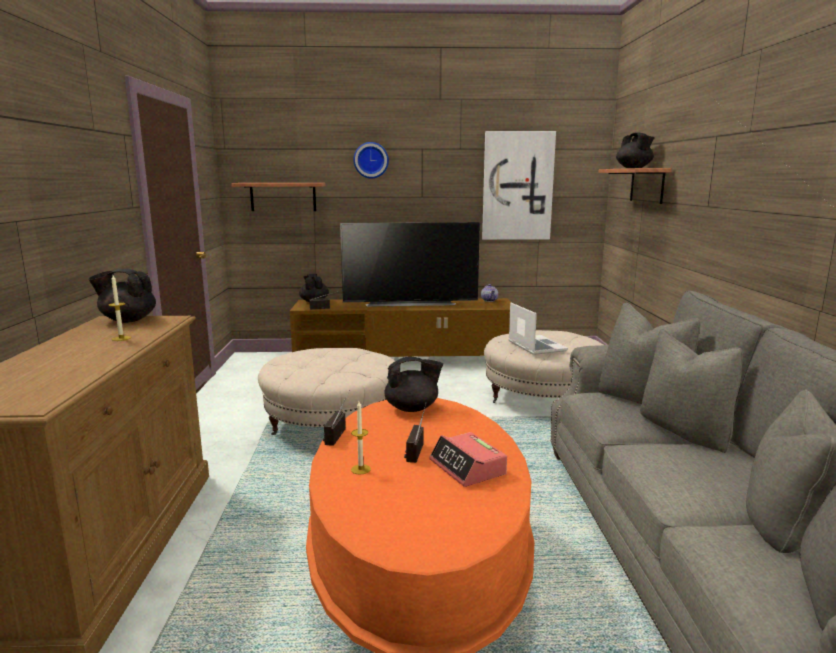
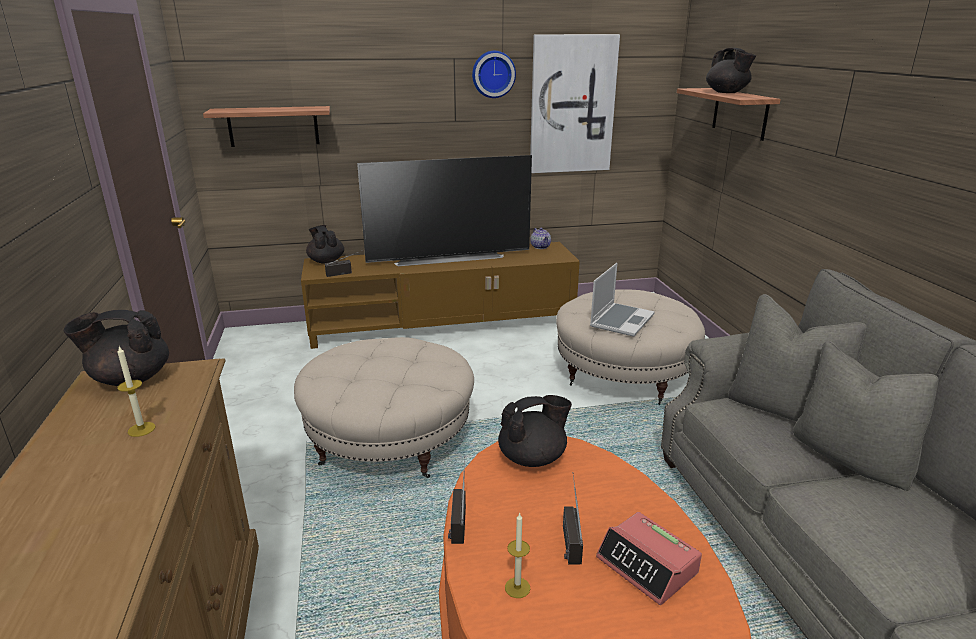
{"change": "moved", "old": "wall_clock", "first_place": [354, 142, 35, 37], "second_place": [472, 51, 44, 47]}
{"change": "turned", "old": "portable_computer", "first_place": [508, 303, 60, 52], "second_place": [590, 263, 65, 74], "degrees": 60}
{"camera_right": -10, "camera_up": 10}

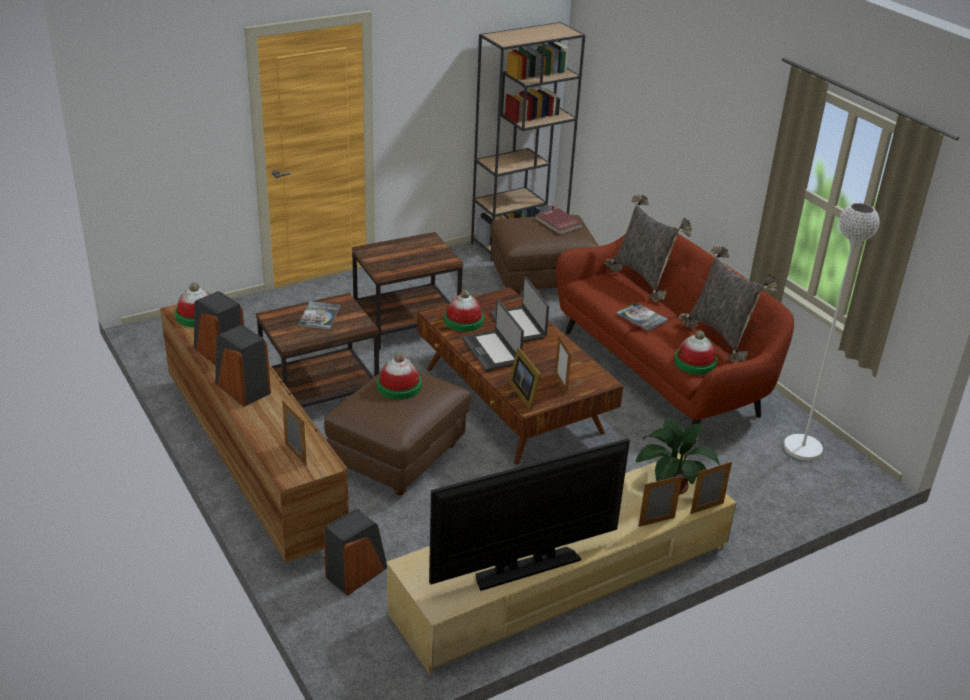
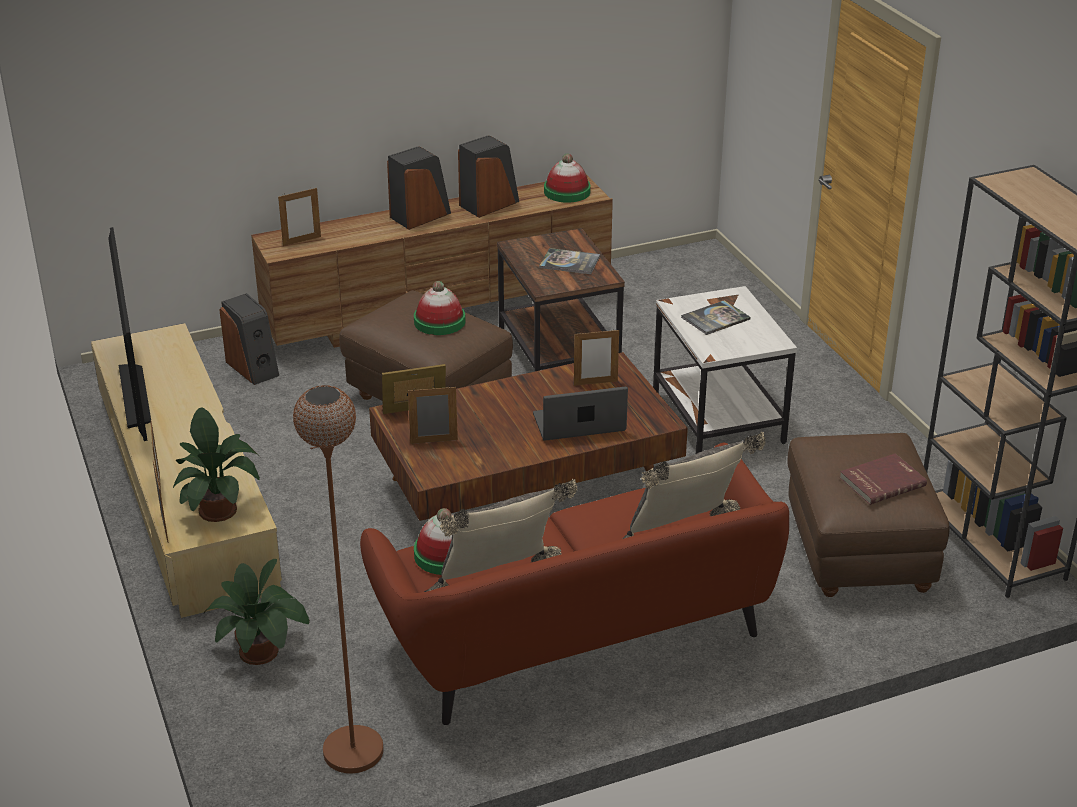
{"change": "recoloured", "old": "brownish_end_table", "new": "white-coloured_end_table", "first_place": [352, 232, 111, 118], "second_place": [653, 286, 144, 168]}
{"change": "replaced", "old": "hat", "new": "photo_frame", "first_place": [444, 290, 40, 42], "second_place": [574, 329, 45, 57]}
{"change": "removed", "old": "portable_computer", "first_place": [462, 300, 62, 71]}
{"change": "moved", "old": "bound_book", "first_place": [616, 303, 52, 28], "second_place": [681, 300, 70, 35]}
{"change": "recoloured", "old": "white-coloured_floor_lamp", "new": "brownish_floor_lamp", "first_place": [784, 203, 95, 258], "second_place": [293, 385, 90, 388]}
{"change": "added", "new": "houseplant", "second_place": [203, 559, 107, 106]}
{"camera_right": 100, "camera_up": 0}

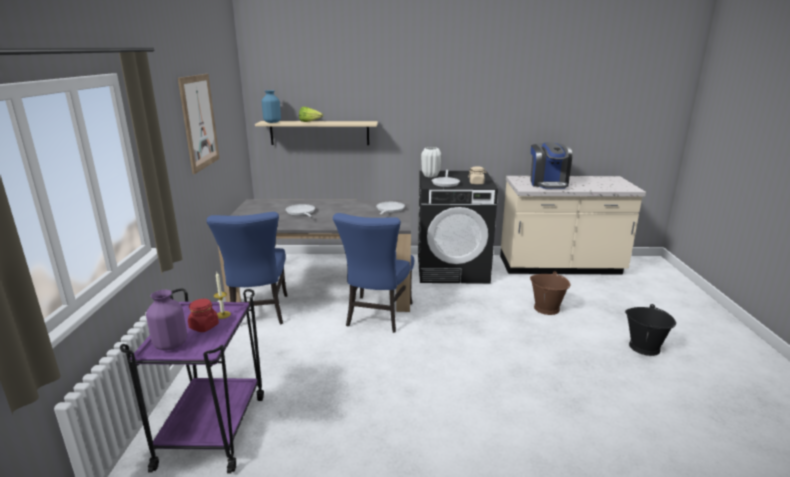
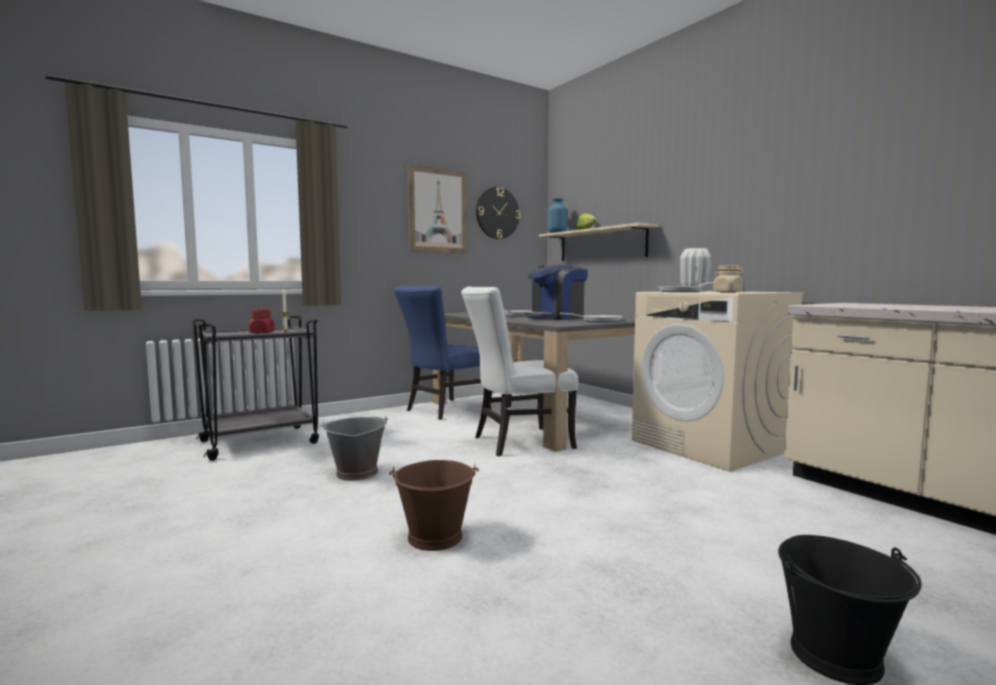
{"change": "recoloured", "old": "purplish_trolley", "new": "gray_trolley", "first_place": [120, 289, 144, 185], "second_place": [192, 316, 127, 145]}
{"change": "removed", "old": "purplish_vase", "first_place": [146, 290, 41, 61]}
{"change": "recoloured", "old": "bluish_chair", "new": "white-coloured_chair", "first_place": [332, 213, 82, 120], "second_place": [461, 286, 117, 170]}
{"change": "recoloured", "old": "blackish_laundry_machine", "new": "sand-coloured_laundry_machine", "first_place": [418, 171, 80, 113], "second_place": [632, 291, 172, 181]}
{"change": "moved", "old": "coffee_machine", "first_place": [530, 142, 42, 47], "second_place": [524, 264, 63, 56]}
{"change": "moved", "old": "brownish_bucket", "first_place": [530, 271, 41, 44], "second_place": [389, 460, 90, 91]}
{"change": "added", "new": "gray_bucket", "second_place": [321, 416, 67, 65]}
{"change": "added", "new": "wall_clock", "second_place": [476, 187, 44, 52]}
{"camera_right": 55, "camera_up": -15}

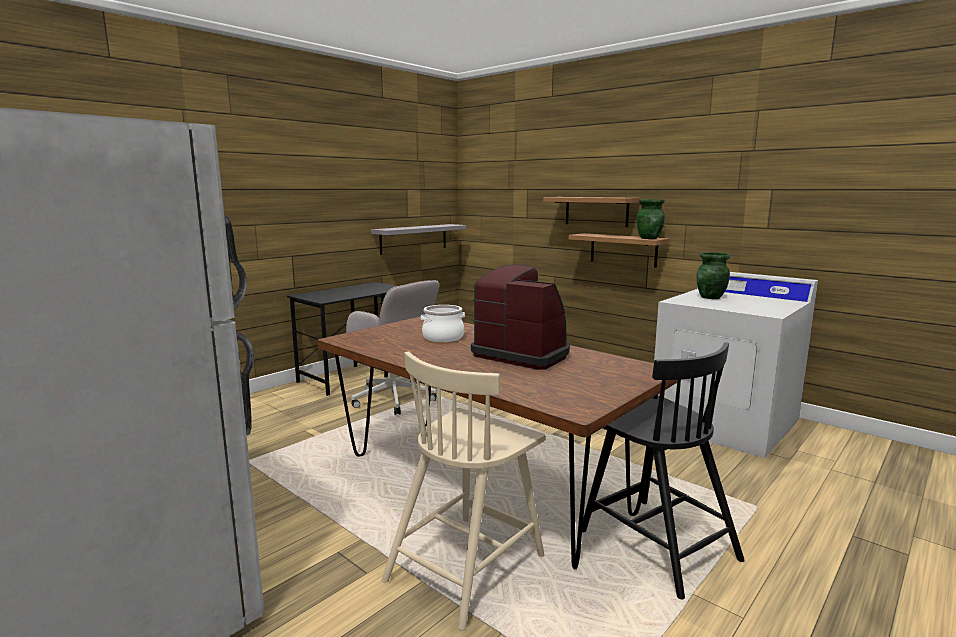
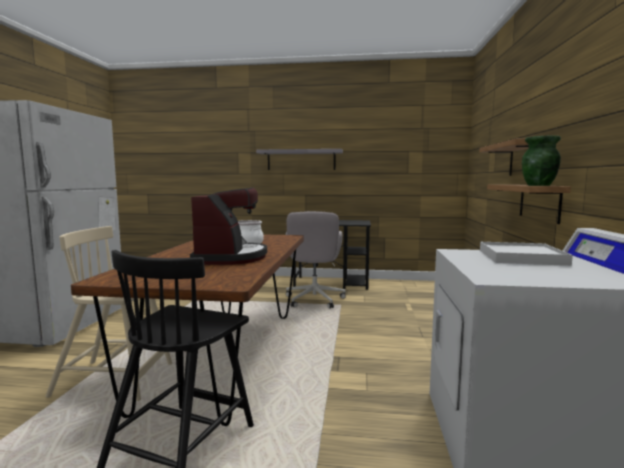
{"change": "moved", "old": "gray_shelf", "first_place": [371, 224, 95, 31], "second_place": [256, 149, 87, 21]}
{"change": "replaced", "old": "greenish_vase", "new": "white-coloured_serving_tray", "first_place": [696, 252, 34, 47], "second_place": [480, 242, 93, 24]}
{"camera_right": 55, "camera_up": -5}

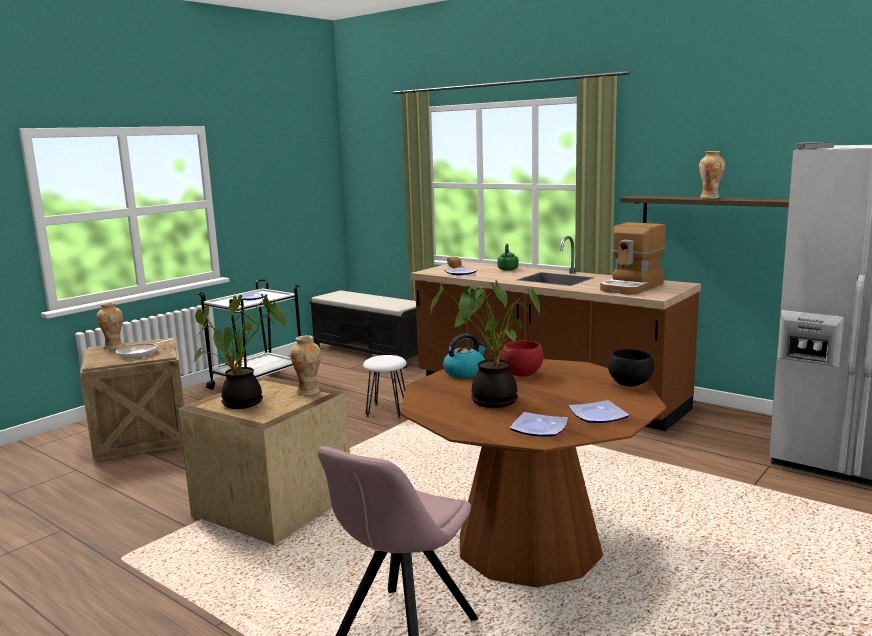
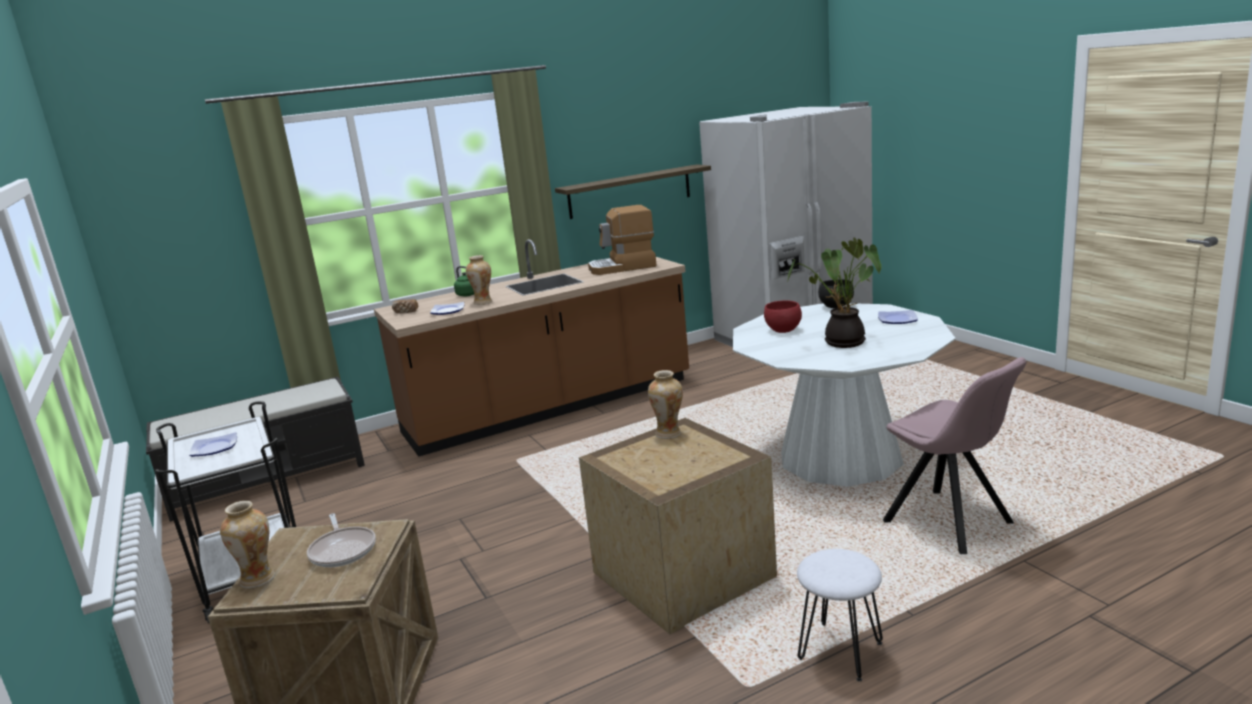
{"change": "removed", "old": "houseplant", "first_place": [194, 294, 93, 115]}
{"change": "moved", "old": "white-coloured_stool_seat", "first_place": [363, 355, 44, 63], "second_place": [797, 549, 86, 133]}
{"change": "recoloured", "old": "brownish_dinner_table", "new": "white-coloured_dinner_table", "first_place": [400, 359, 267, 228], "second_place": [733, 303, 223, 183]}
{"change": "removed", "old": "water_kettle", "first_place": [443, 333, 44, 45]}
{"change": "removed", "old": "flat_dish", "first_place": [510, 412, 58, 25]}
{"change": "turned", "old": "coffee_machine", "first_place": [600, 222, 65, 73], "second_place": [588, 205, 69, 70], "degrees": 105}
{"change": "moved", "old": "vase", "first_place": [699, 151, 26, 48], "second_place": [466, 255, 26, 50]}
{"camera_right": -65, "camera_up": 5}

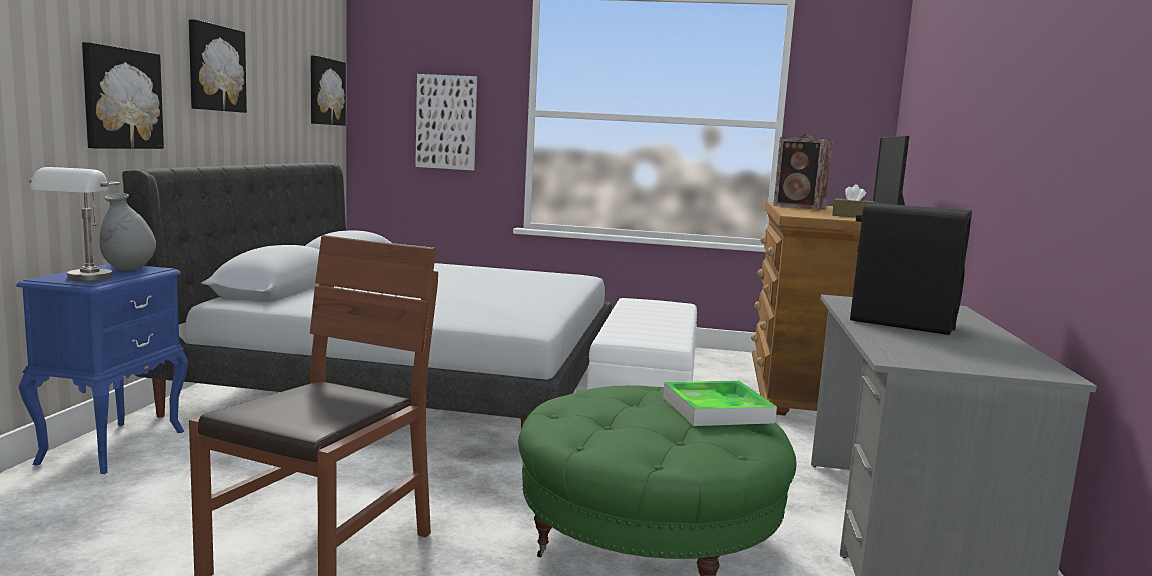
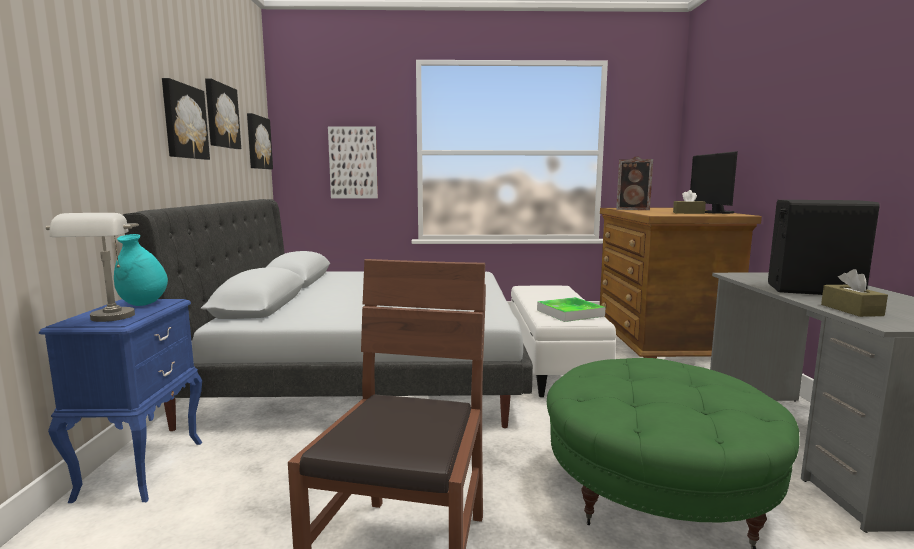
{"change": "moved", "old": "wall_picture", "first_place": [82, 42, 82, 107], "second_place": [205, 78, 36, 71]}
{"change": "recoloured", "old": "gray_vase", "new": "blue-green_vase", "first_place": [100, 193, 56, 77], "second_place": [114, 234, 54, 72]}
{"change": "moved", "old": "serving_tray", "first_place": [663, 381, 114, 45], "second_place": [537, 297, 68, 25]}
{"change": "added", "new": "brownish_tissue_box", "second_place": [821, 269, 67, 48]}
{"camera_right": -10, "camera_up": 0}

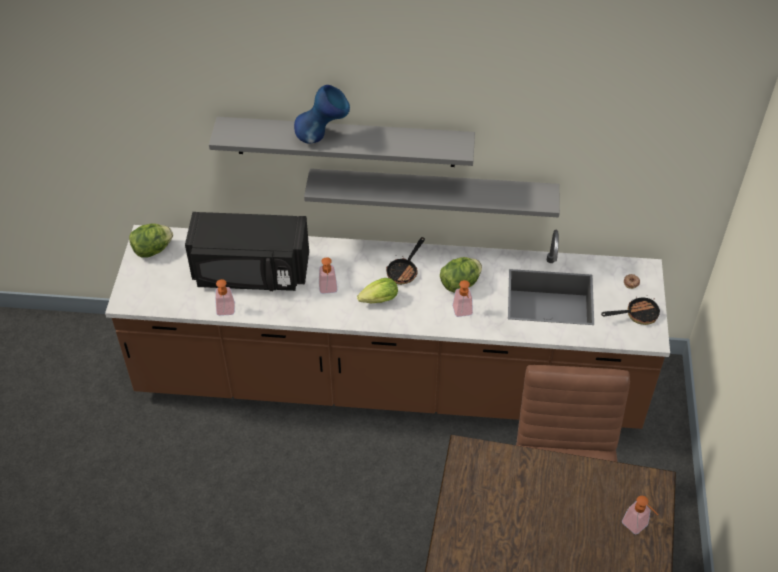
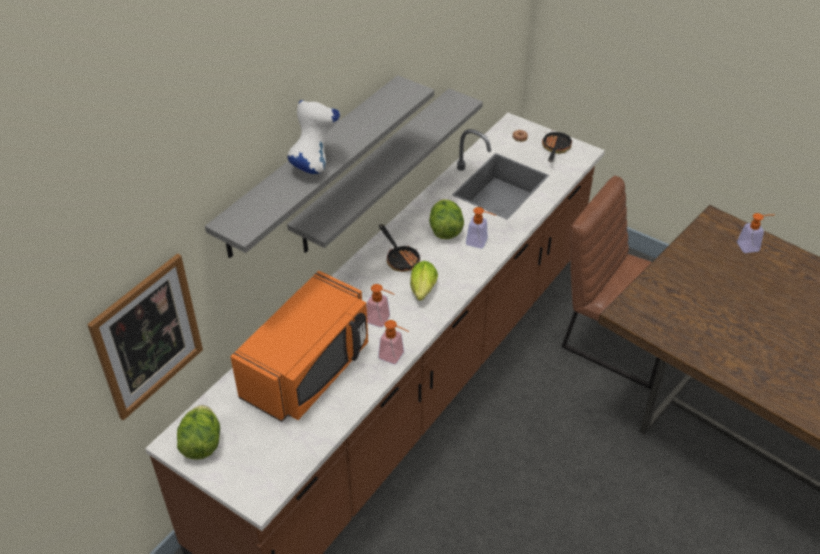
{"change": "recoloured", "old": "blackish_microwave_oven", "new": "orangey_microwave_oven", "first_place": [185, 212, 124, 79], "second_place": [230, 270, 138, 152]}
{"change": "moved", "old": "soap_dispenser", "first_place": [215, 279, 20, 37], "second_place": [378, 320, 31, 44]}
{"change": "recoloured", "old": "bluish_vase", "new": "white-coloured_vase", "first_place": [294, 85, 56, 58], "second_place": [287, 100, 53, 74]}
{"change": "added", "new": "wall_picture", "second_place": [87, 253, 116, 168]}
{"camera_right": -60, "camera_up": -5}

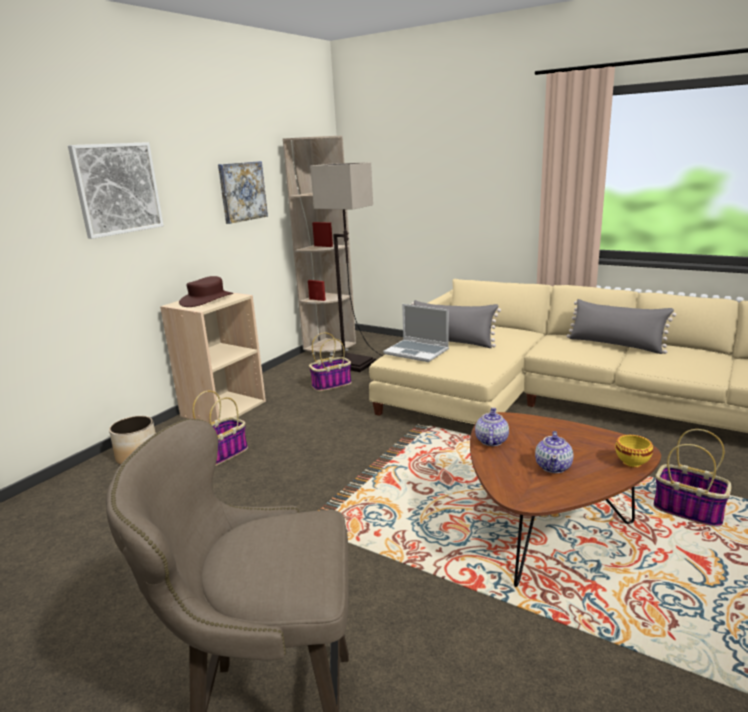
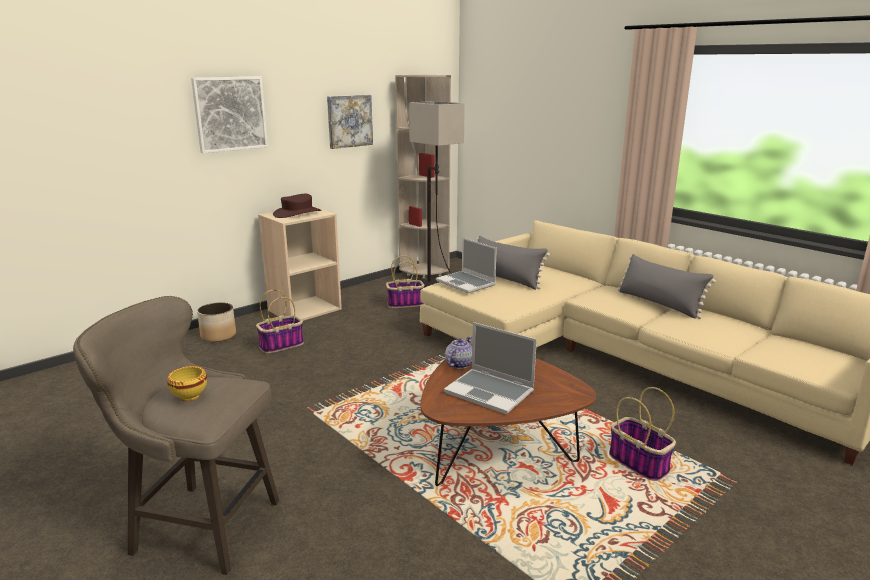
{"change": "replaced", "old": "tea_pot", "new": "portable_computer", "first_place": [535, 431, 38, 42], "second_place": [444, 322, 93, 92]}
{"change": "moved", "old": "yellow-coloured_serving_bowl", "first_place": [615, 435, 38, 33], "second_place": [167, 366, 40, 35]}
{"camera_right": 15, "camera_up": 0}

